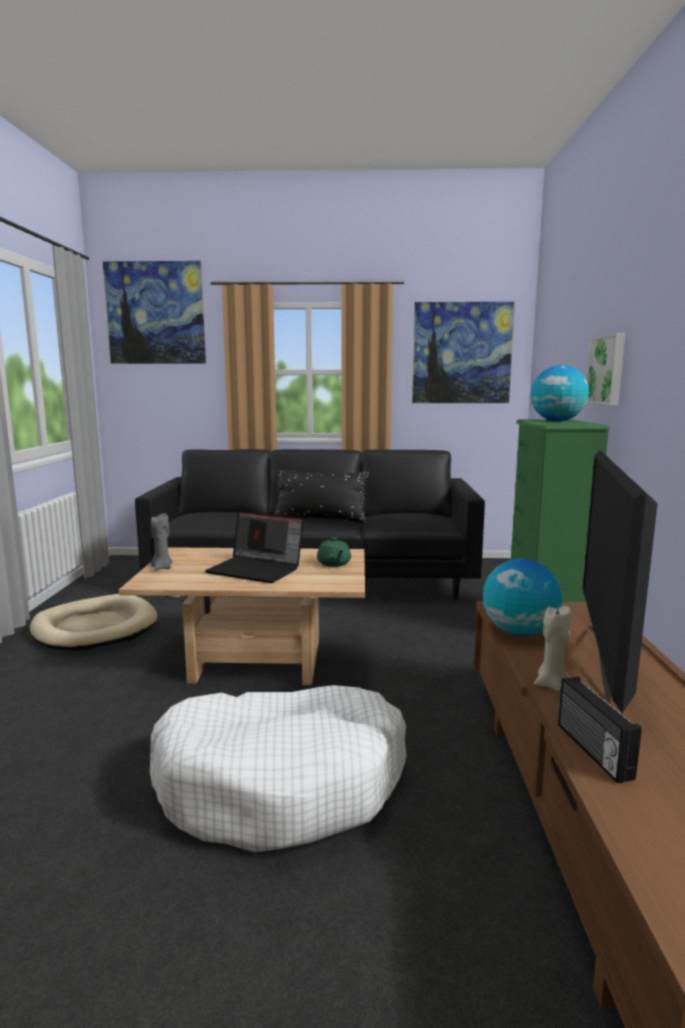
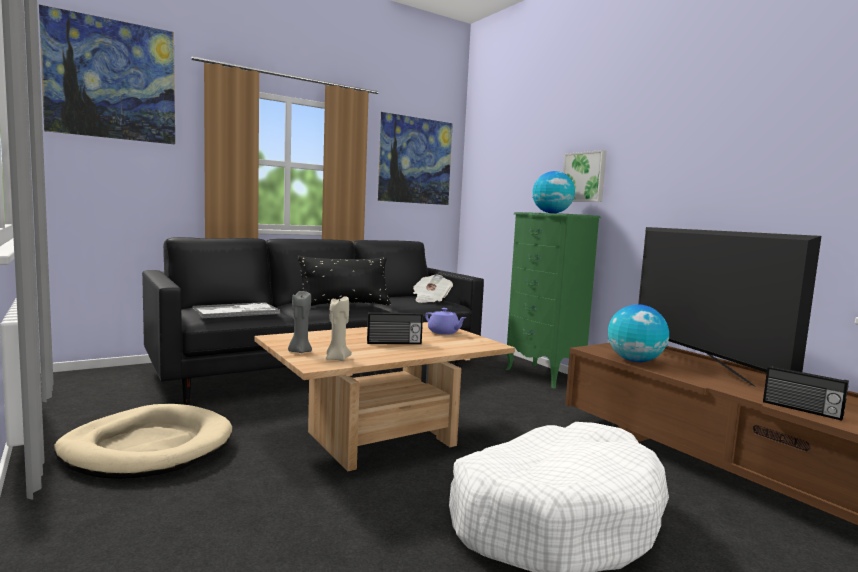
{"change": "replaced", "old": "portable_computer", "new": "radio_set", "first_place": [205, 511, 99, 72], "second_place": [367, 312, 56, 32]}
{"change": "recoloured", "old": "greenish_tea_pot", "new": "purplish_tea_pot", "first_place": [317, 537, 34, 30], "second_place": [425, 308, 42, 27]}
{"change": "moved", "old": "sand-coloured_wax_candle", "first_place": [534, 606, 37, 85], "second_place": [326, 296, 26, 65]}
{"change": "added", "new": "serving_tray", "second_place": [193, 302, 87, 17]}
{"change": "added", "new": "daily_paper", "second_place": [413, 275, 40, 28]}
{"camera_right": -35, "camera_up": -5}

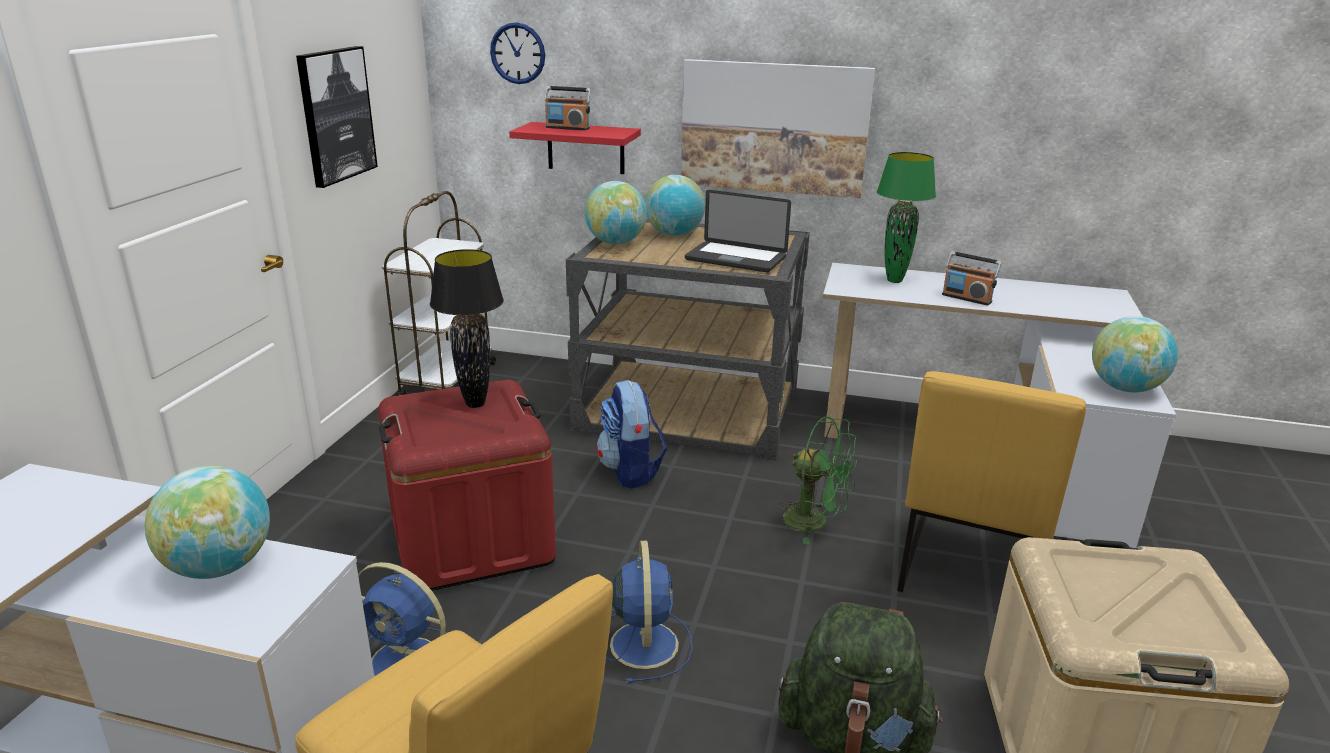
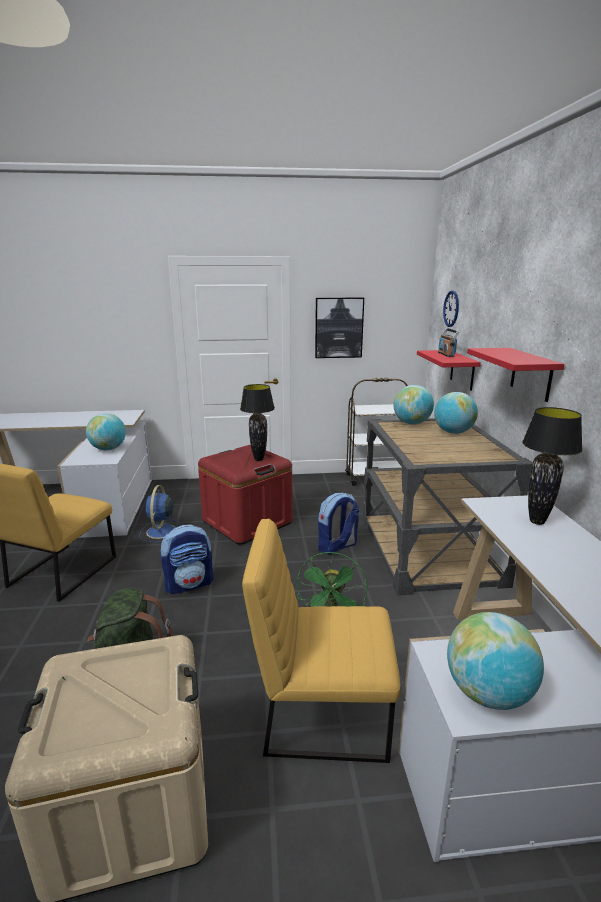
{"change": "replaced", "old": "bluish_fan", "new": "rucksack", "first_place": [606, 541, 87, 142], "second_place": [161, 524, 53, 70]}
{"change": "replaced", "old": "wall_picture", "new": "reddish_shelf", "first_place": [681, 59, 194, 139], "second_place": [467, 348, 98, 54]}
{"change": "removed", "old": "portable_computer", "first_place": [685, 190, 106, 82]}
{"change": "recoloured", "old": "greenish_table_lamp", "new": "blackish_table_lamp", "first_place": [877, 152, 59, 131], "second_place": [522, 407, 61, 118]}
{"change": "removed", "old": "radio_set", "first_place": [942, 251, 60, 54]}
{"camera_right": 70, "camera_up": -5}

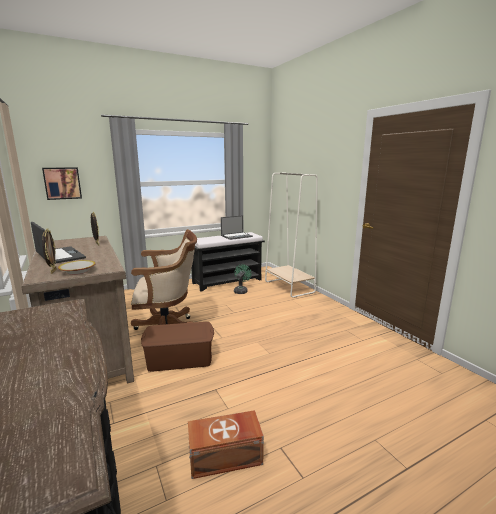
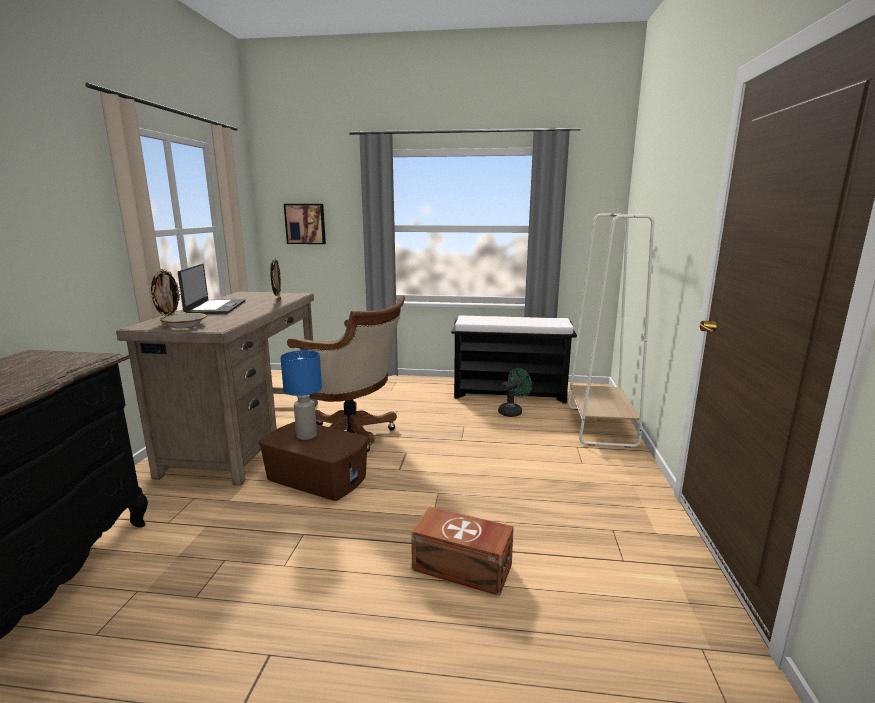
{"change": "moved", "old": "brownish_storage_box", "first_place": [188, 410, 76, 69], "second_place": [411, 506, 103, 90]}
{"change": "removed", "old": "portable_computer", "first_place": [221, 215, 32, 25]}
{"change": "added", "new": "bluish_table_lamp", "second_place": [280, 350, 42, 90]}
{"camera_right": 35, "camera_up": 0}

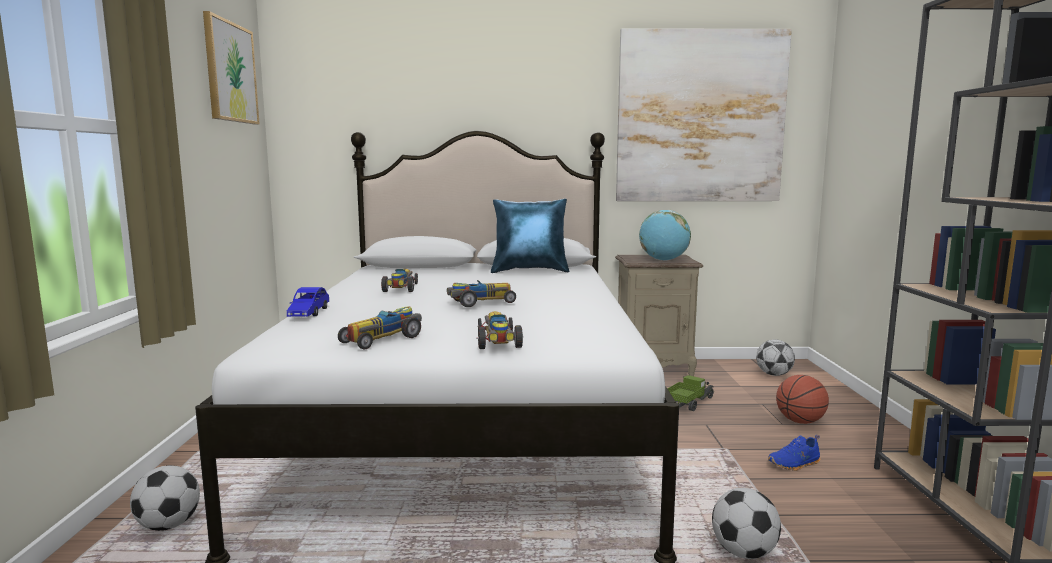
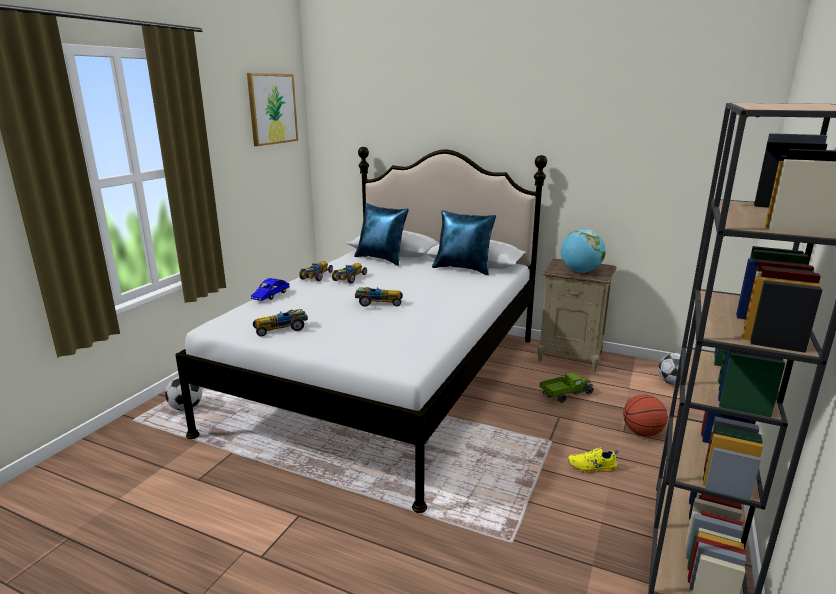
{"change": "moved", "old": "miniature_car", "first_place": [477, 311, 47, 38], "second_place": [299, 261, 34, 20]}
{"change": "removed", "old": "wall_picture", "first_place": [616, 28, 176, 173]}
{"change": "removed", "old": "football", "first_place": [712, 488, 69, 71]}
{"change": "recoloured", "old": "bluish_item_of_footwear", "new": "yellow-coloured_item_of_footwear", "first_place": [768, 435, 52, 36], "second_place": [568, 447, 51, 26]}
{"change": "added", "new": "bluish_throw_pillow", "second_place": [354, 203, 55, 63]}
{"camera_right": 25, "camera_up": 10}

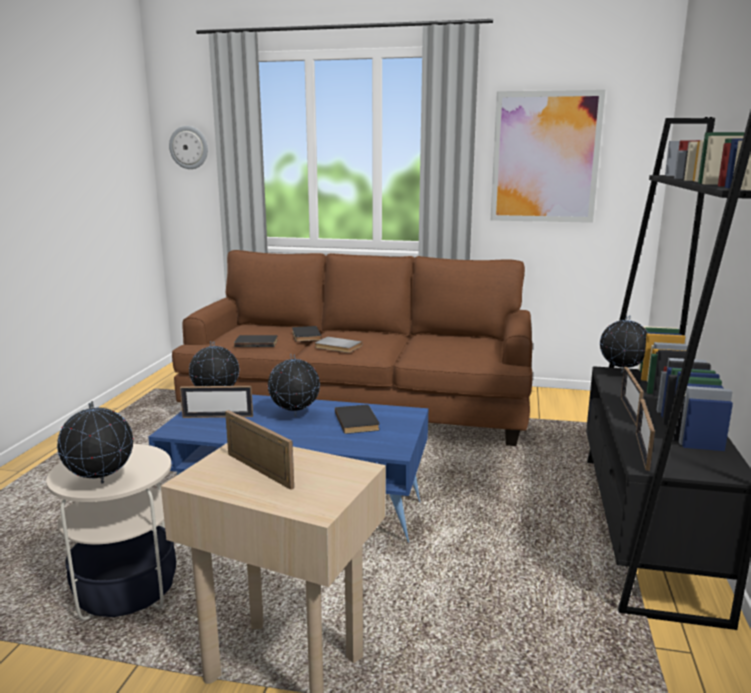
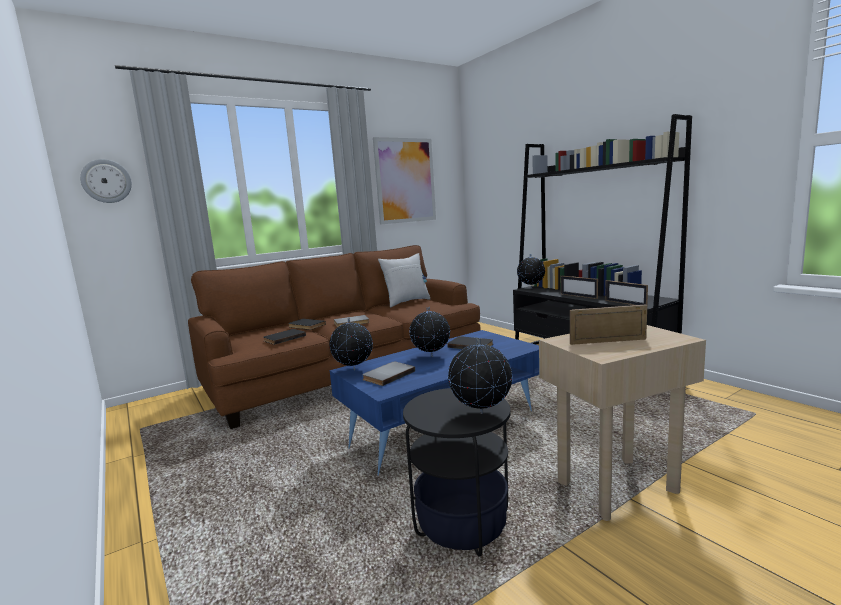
{"change": "recoloured", "old": "sand-coloured_end_table", "new": "blackish_end_table", "first_place": [46, 444, 130, 177], "second_place": [403, 388, 108, 169]}
{"change": "replaced", "old": "photo_frame", "new": "gray_bound_book", "first_place": [180, 386, 73, 32], "second_place": [362, 362, 53, 24]}
{"change": "added", "new": "gray_throw_pillow", "second_place": [378, 253, 53, 54]}
{"camera_right": -45, "camera_up": -5}

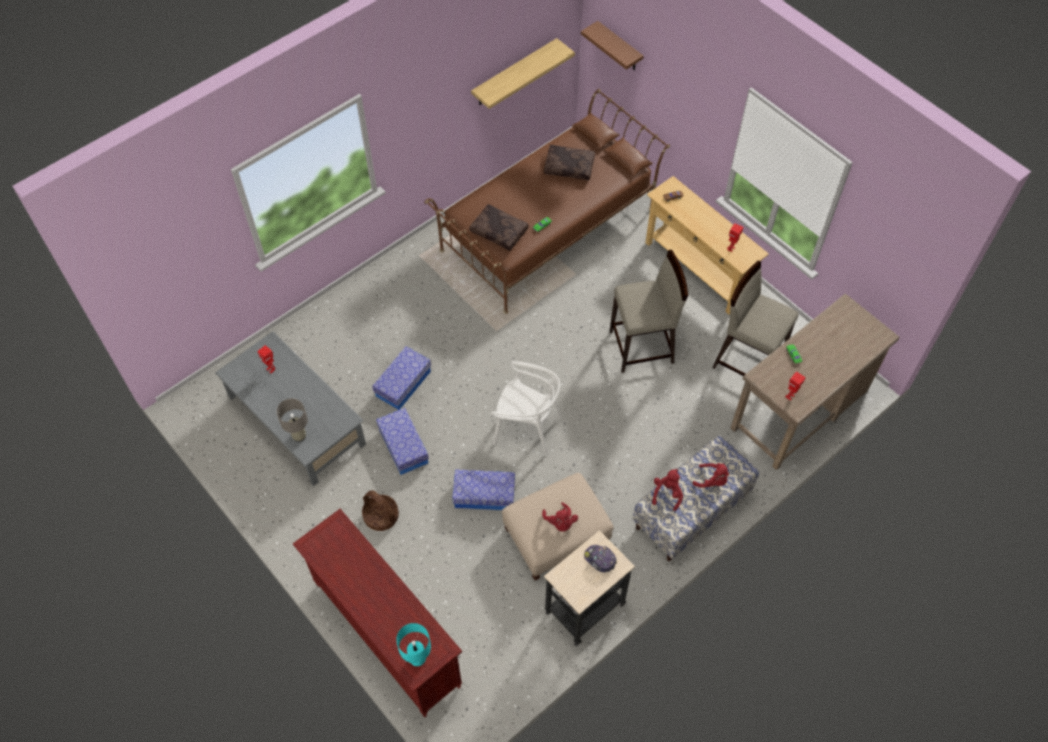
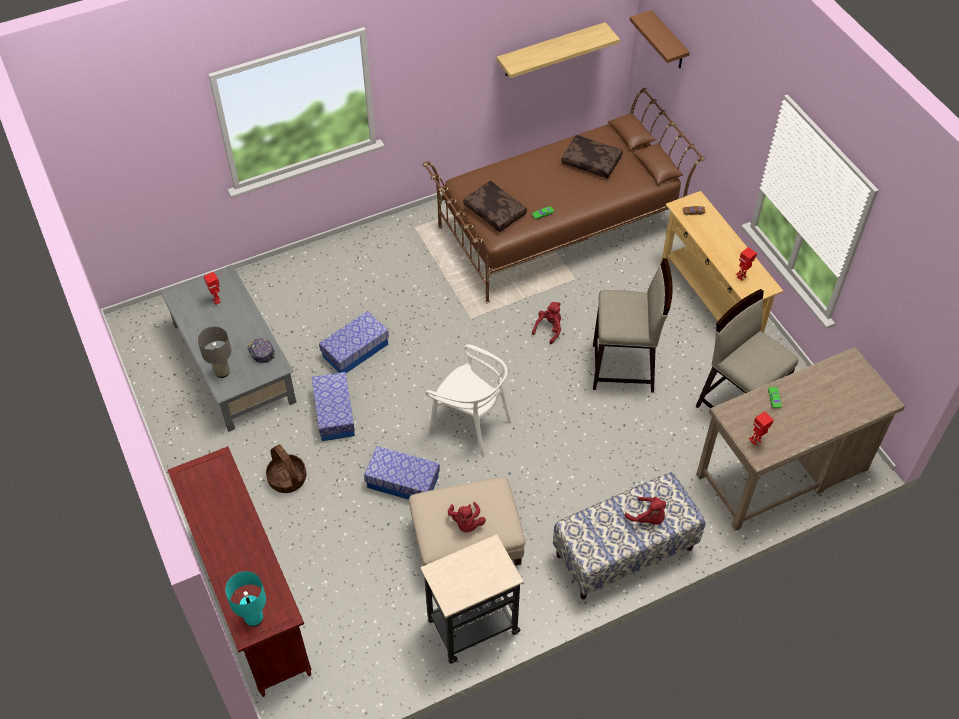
{"change": "moved", "old": "peaked_cap", "first_place": [584, 545, 33, 27], "second_place": [248, 338, 27, 25]}
{"change": "moved", "old": "reddish_plush_toy", "first_place": [652, 469, 31, 42], "second_place": [532, 302, 29, 42]}
{"camera_right": 15, "camera_up": -5}

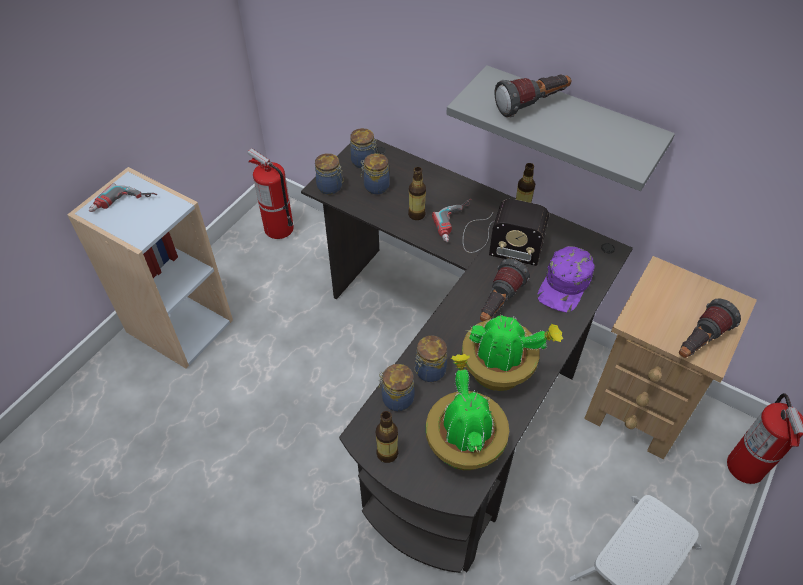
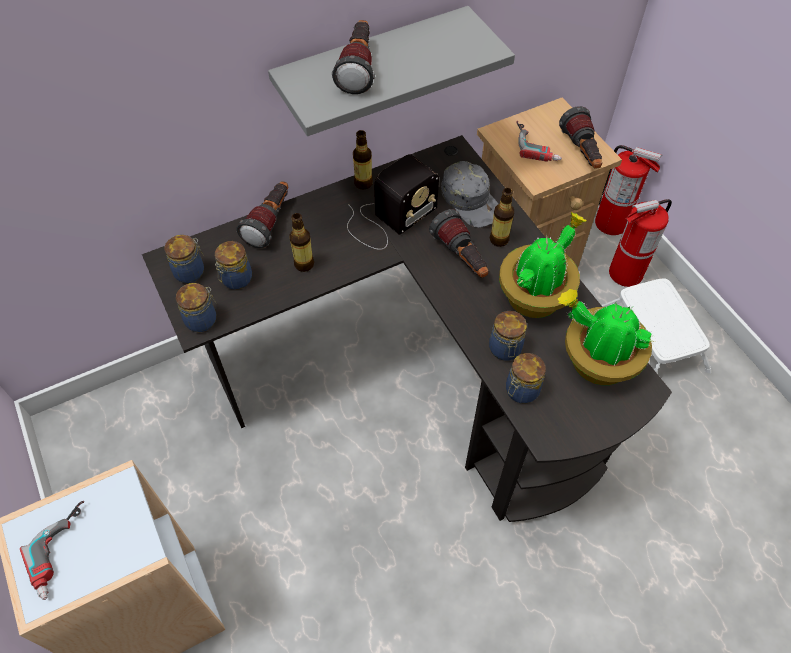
{"change": "moved", "old": "fire_extinguisher", "first_place": [248, 148, 46, 91], "second_place": [609, 199, 63, 88]}
{"change": "moved", "old": "drink_bottle", "first_place": [376, 411, 22, 52], "second_place": [490, 188, 24, 59]}
{"change": "moved", "old": "power_drill", "first_place": [432, 199, 40, 43], "second_place": [516, 120, 46, 42]}
{"change": "recoloured", "old": "purplish_peaked_cap", "new": "gray_peaked_cap", "first_place": [537, 246, 58, 66], "second_place": [441, 161, 57, 67]}
{"change": "added", "new": "torch", "second_place": [237, 181, 51, 67]}
{"camera_right": -60, "camera_up": 5}

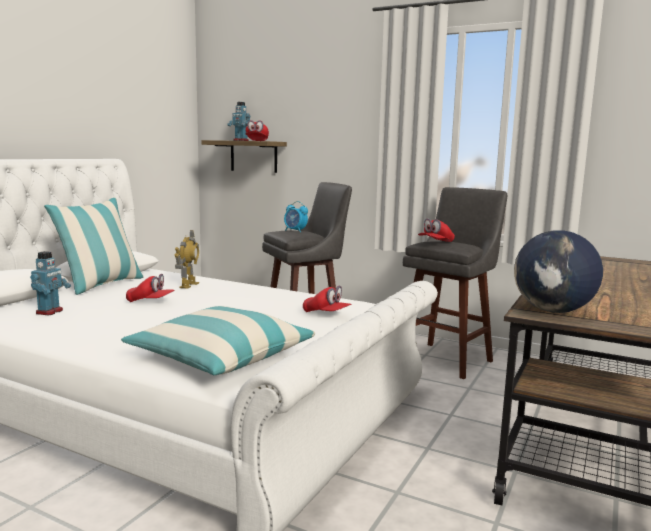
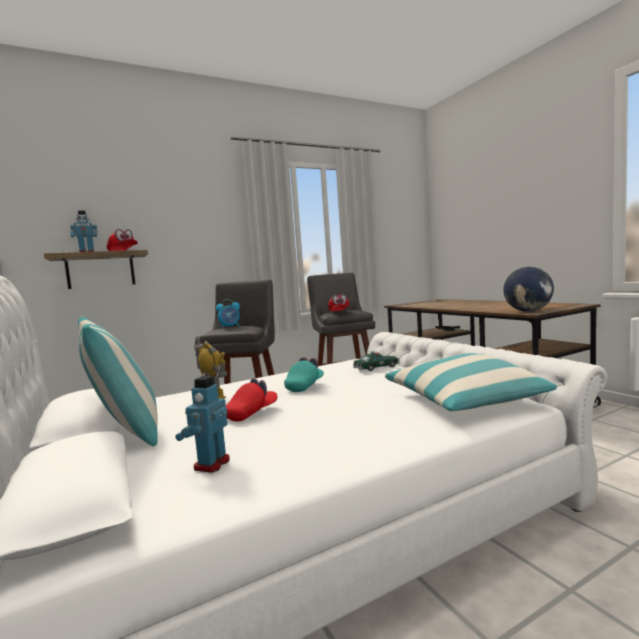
{"change": "turned", "old": "model_robot", "first_place": [30, 251, 41, 64], "second_place": [175, 376, 55, 97], "degrees": -120}
{"change": "replaced", "old": "reddish_peaked_cap", "new": "miniature_car", "first_place": [303, 286, 49, 26], "second_place": [353, 351, 47, 20]}
{"change": "added", "new": "blue-green_peaked_cap", "second_place": [284, 357, 40, 35]}
{"camera_right": -55, "camera_up": -5}

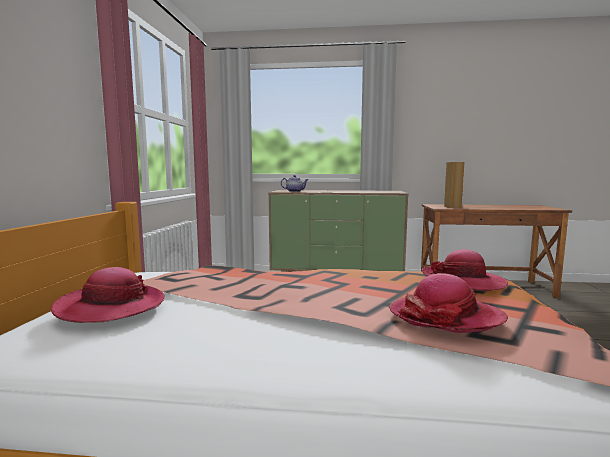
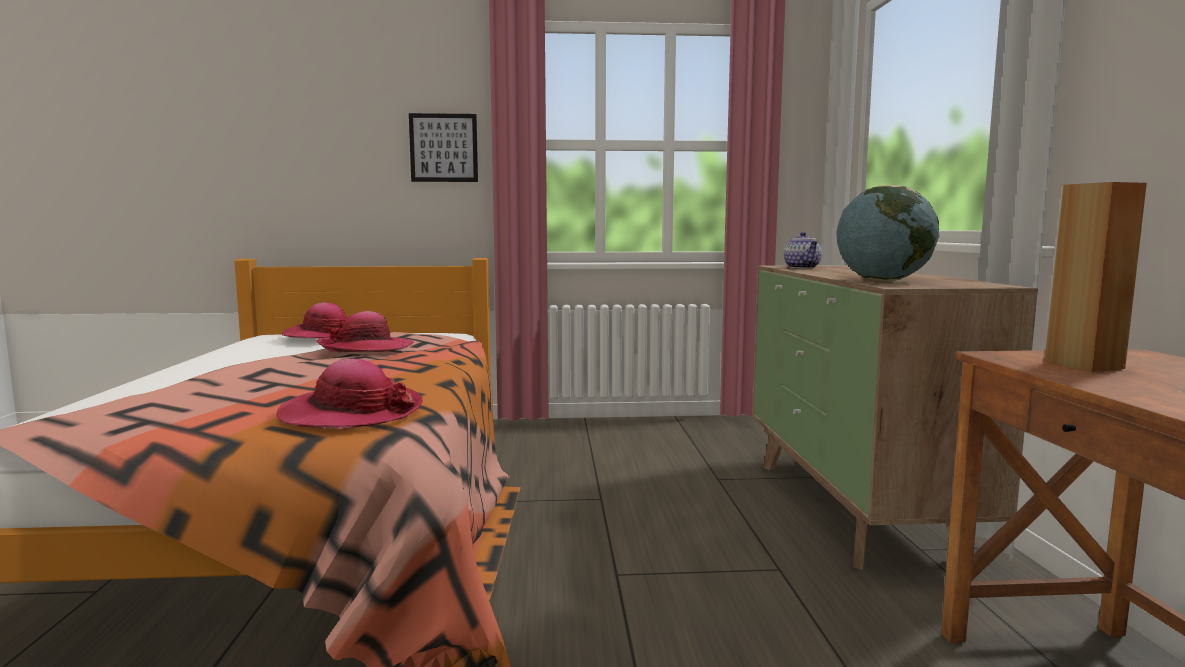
{"change": "moved", "old": "hat", "first_place": [389, 273, 119, 60], "second_place": [317, 311, 97, 41]}
{"change": "added", "new": "wall_picture", "second_place": [409, 113, 69, 69]}
{"change": "added", "new": "world_globe", "second_place": [836, 185, 103, 97]}
{"camera_right": 80, "camera_up": 0}

